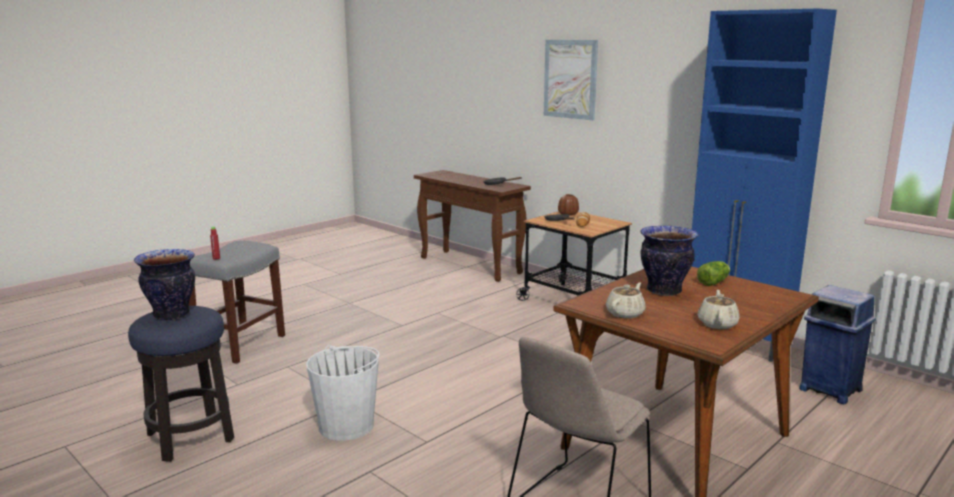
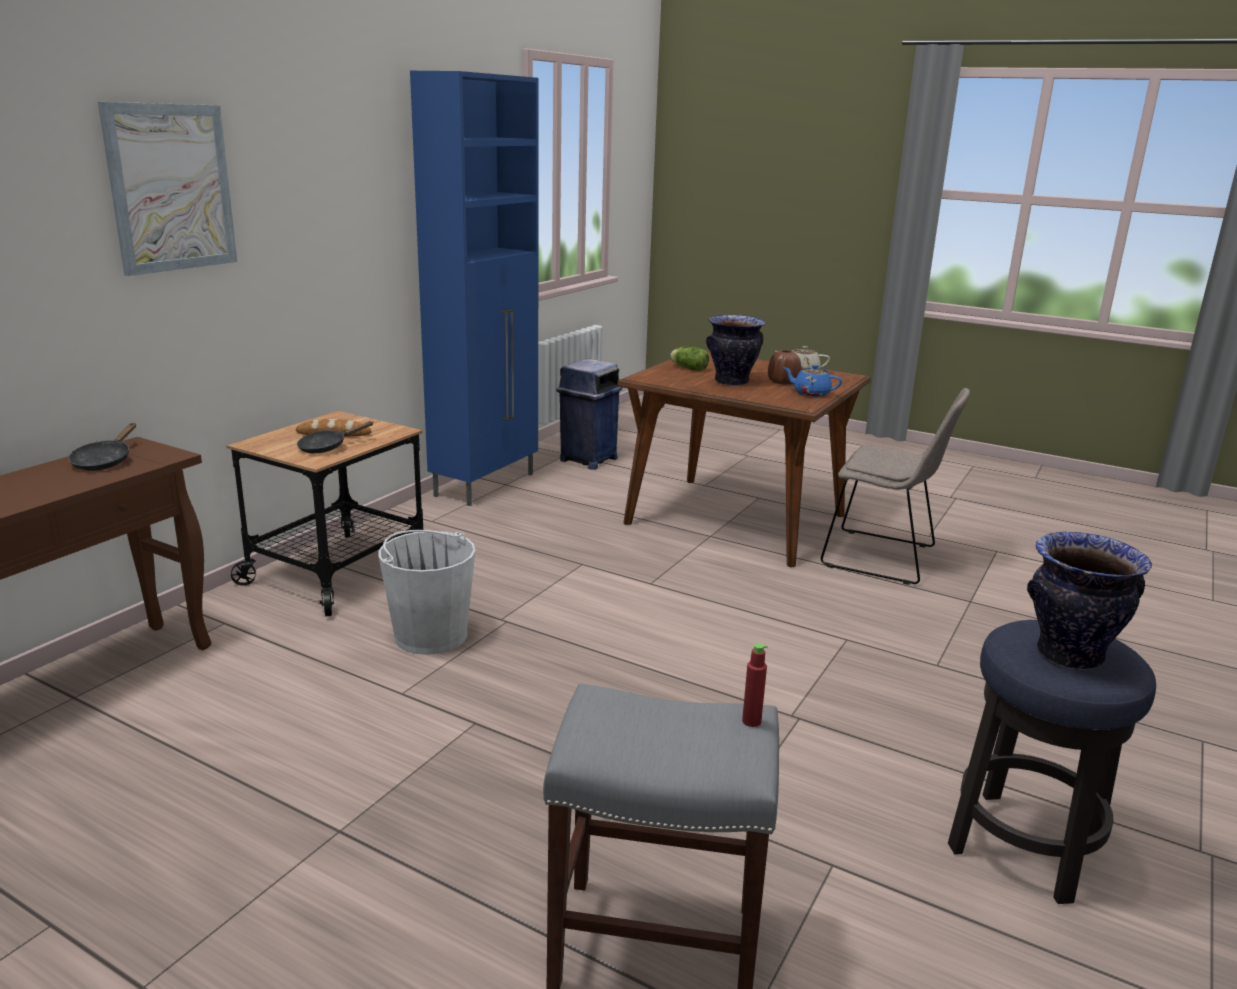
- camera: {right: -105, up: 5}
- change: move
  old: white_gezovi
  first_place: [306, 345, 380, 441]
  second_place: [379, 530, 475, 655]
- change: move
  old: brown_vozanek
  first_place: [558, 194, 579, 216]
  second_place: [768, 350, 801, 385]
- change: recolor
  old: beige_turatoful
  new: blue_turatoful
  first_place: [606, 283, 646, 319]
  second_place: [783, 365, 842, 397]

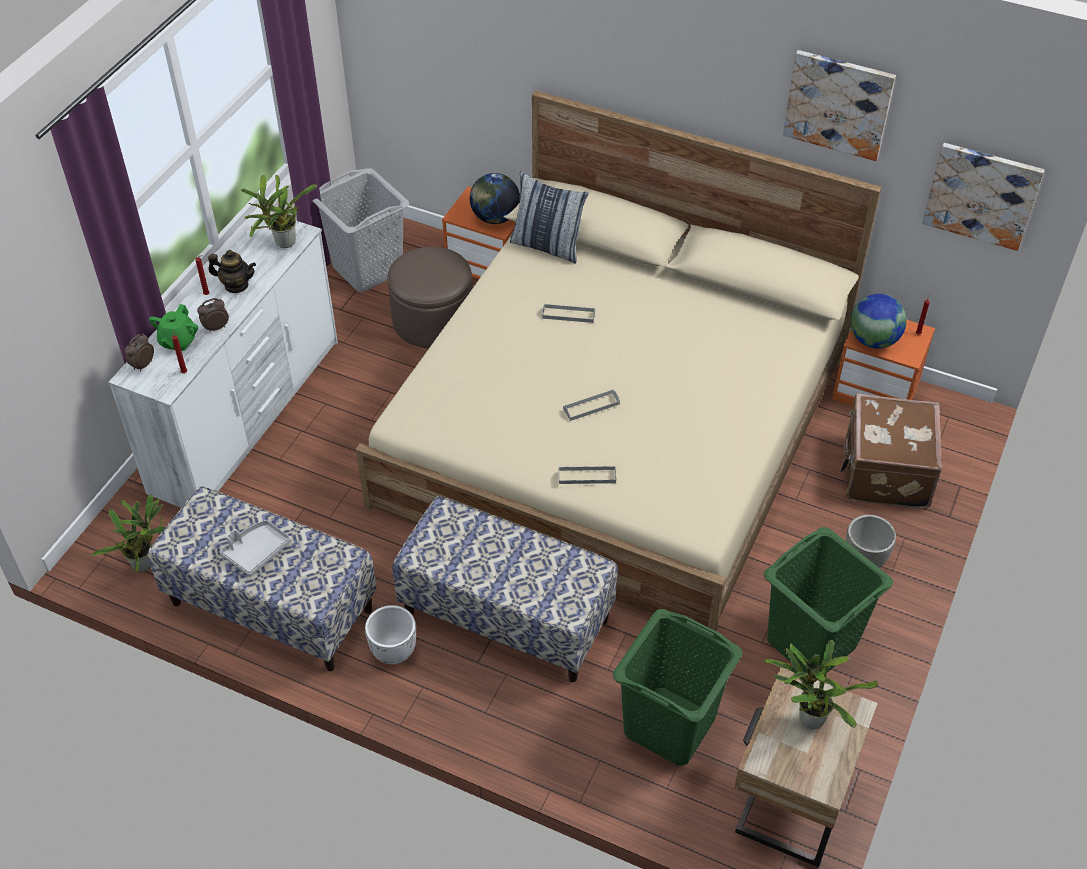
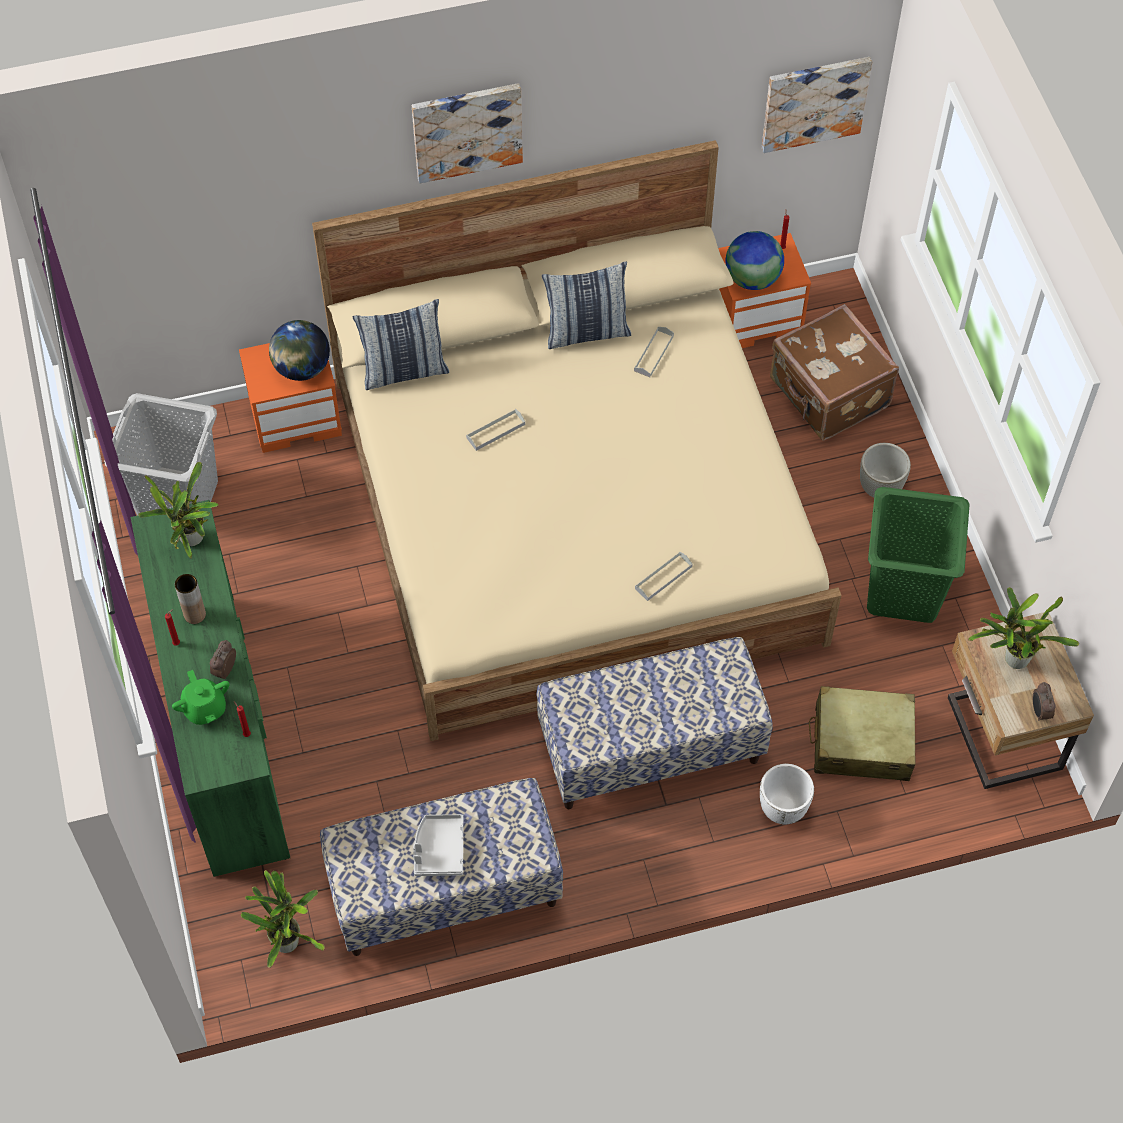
- camera: {right: -40, up: 10}
- change: recolor
  old: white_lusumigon
  new: green_lusumigon
  first_place: [108, 212, 338, 508]
  second_place: [131, 500, 290, 877]
- change: move
  old: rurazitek
  first_place: [125, 333, 154, 371]
  second_place: [1033, 682, 1056, 721]
- change: replace
  old: turatoful
  new: brown_vozanek
  first_place: [208, 250, 256, 293]
  second_place: [175, 574, 206, 624]
- change: move
  old: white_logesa
  first_place: [365, 605, 416, 664]
  second_place: [760, 764, 814, 824]
- change: delete
  old: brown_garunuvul
  first_place: [388, 247, 473, 348]
- change: move
  old: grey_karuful
  first_place: [563, 389, 620, 421]
  second_place: [634, 327, 674, 377]
- change: replace
  old: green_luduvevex
  new: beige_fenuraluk
  first_place: [613, 609, 742, 766]
  second_place: [809, 686, 916, 781]
- change: move
  old: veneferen
  first_place: [783, 50, 896, 161]
  second_place: [412, 83, 523, 183]
- change: insert
  new: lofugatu
  second_place: [542, 261, 631, 349]

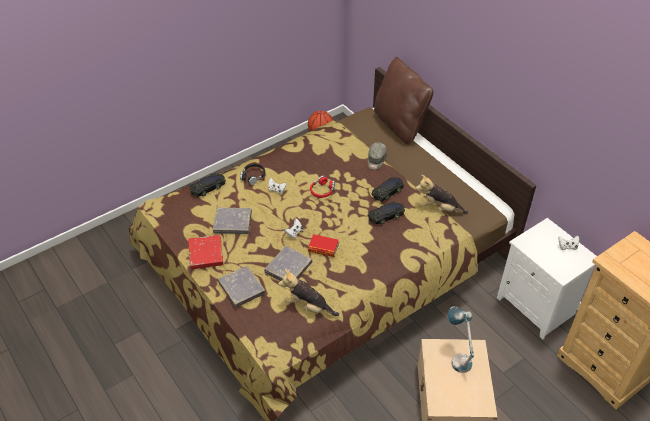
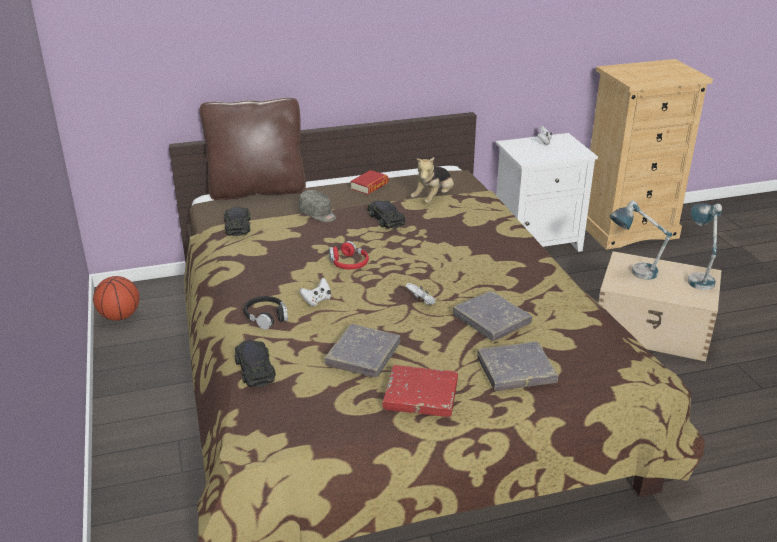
- camera: {right: -70, up: -15}
- change: delete
  old: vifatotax
  first_place: [278, 269, 339, 316]
- change: move
  old: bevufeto
  first_place: [308, 234, 339, 257]
  second_place: [350, 170, 389, 195]
- change: move
  old: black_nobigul
  first_place: [368, 202, 405, 224]
  second_place: [224, 207, 251, 236]
- change: insert
  new: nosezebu
  second_place: [688, 203, 722, 290]

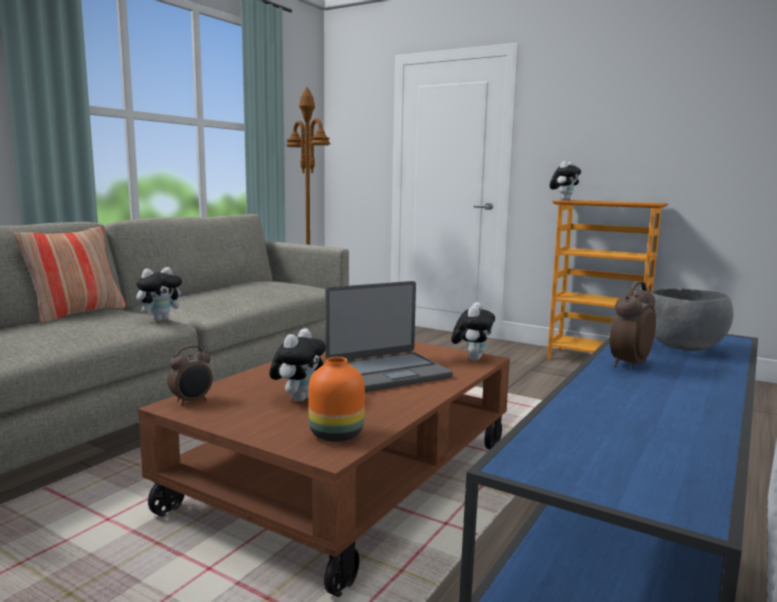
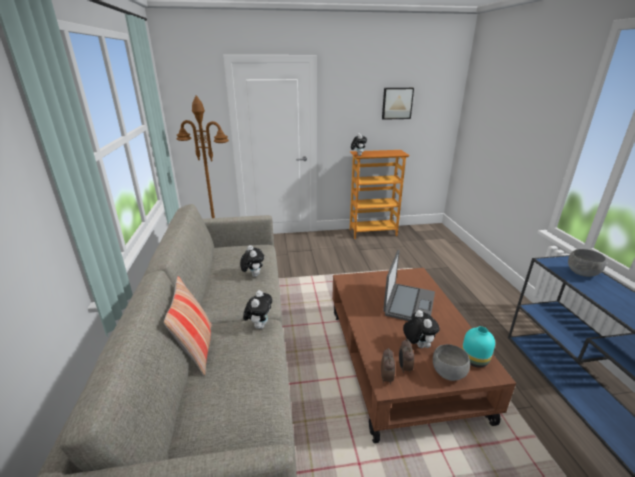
- camera: {right: -40, up: 15}
- change: recolor
  old: orange_vozanek
  new: turquoise_vozanek
  first_place: [308, 357, 365, 442]
  second_place: [462, 326, 495, 367]
- change: move
  old: vifatotax
  first_place: [451, 302, 495, 361]
  second_place: [240, 245, 264, 277]
- change: move
  old: rurazitek
  first_place: [609, 281, 656, 368]
  second_place: [399, 339, 414, 374]
- change: insert
  new: veneferen
  second_place: [382, 88, 414, 120]
- change: insert
  new: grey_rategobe
  second_place: [433, 344, 470, 381]

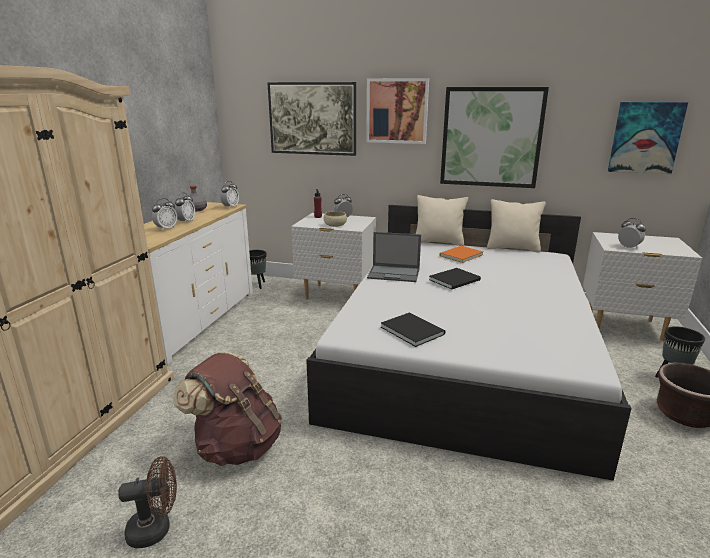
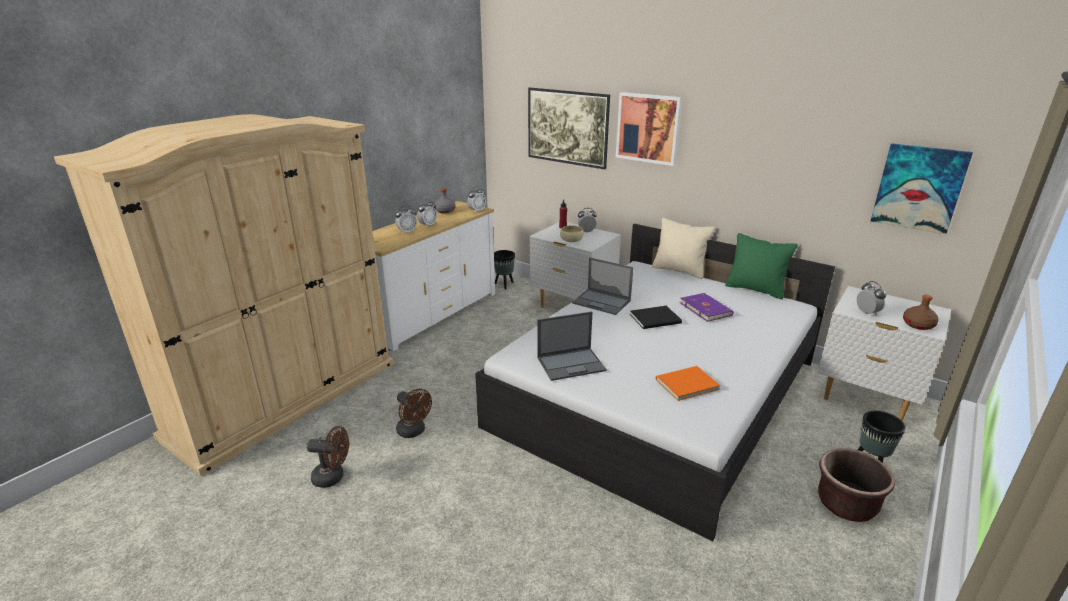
- camera: {right: 20, up: 5}
- change: replace
  old: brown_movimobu
  new: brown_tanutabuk
  first_place: [173, 352, 282, 466]
  second_place: [396, 389, 432, 438]
- change: replace
  old: black_bevufeto
  new: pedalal
  first_place: [381, 313, 445, 347]
  second_place: [537, 312, 607, 381]
- change: move
  old: orange_bevufeto
  first_place: [439, 246, 483, 263]
  second_place: [656, 366, 721, 401]
- change: delete
  old: veneferen
  first_place: [440, 87, 549, 188]
- change: recolor
  old: beige_lofugatu
  new: green_lofugatu
  first_place: [487, 199, 546, 253]
  second_place: [725, 233, 798, 299]
- change: insert
  new: purple_bevufeto
  second_place: [680, 293, 733, 322]
- change: insert
  new: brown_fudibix
  second_place: [903, 295, 939, 330]

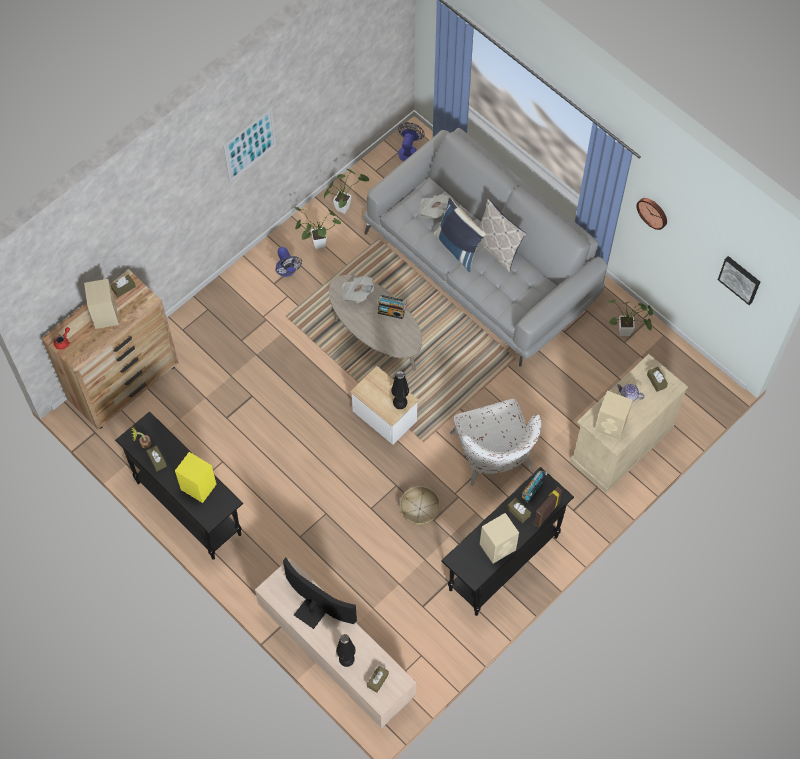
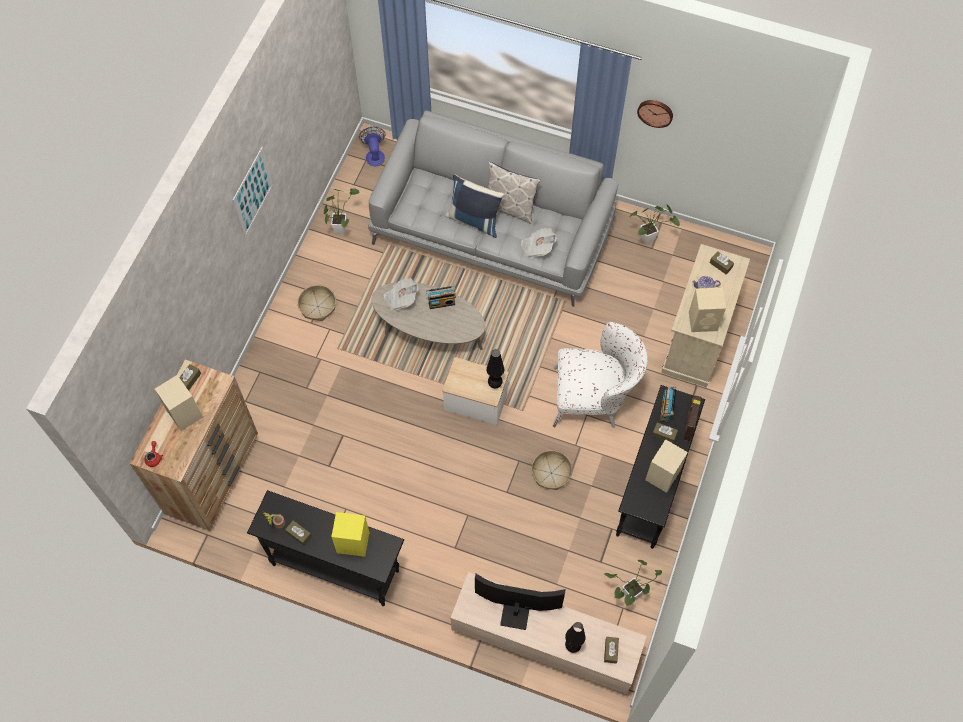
- camera: {right: -25, up: 0}
- change: replace
  old: tanutabuk
  new: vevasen
  first_place: [276, 247, 302, 277]
  second_place: [298, 285, 336, 321]
- change: move
  old: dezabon
  first_place: [295, 207, 341, 249]
  second_place: [604, 560, 662, 606]
- change: move
  old: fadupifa
  first_place: [418, 194, 451, 219]
  second_place: [521, 228, 557, 257]
- change: rotate
  old: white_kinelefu
  first_place: [450, 399, 541, 486]
  second_place: [553, 322, 648, 428]
  degrees: -45
- change: delete
  old: veneferen
  first_place: [718, 256, 760, 305]

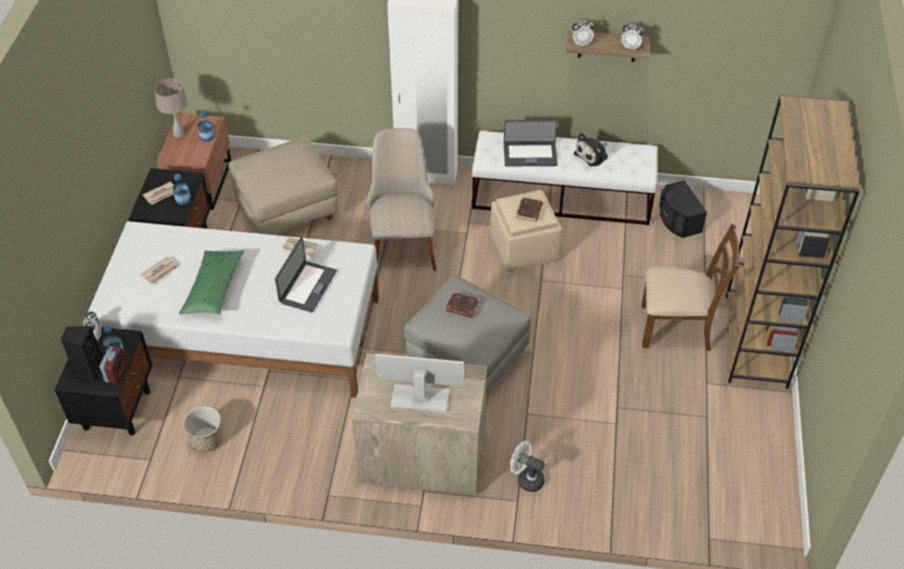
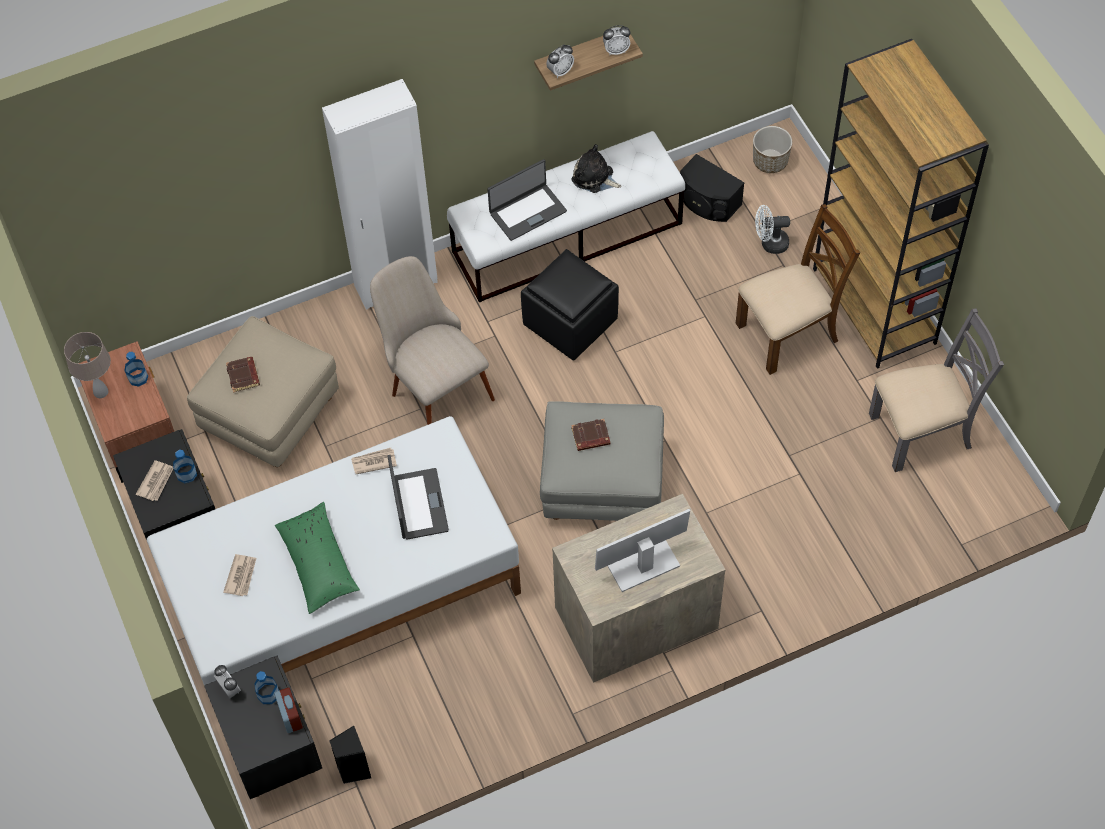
- camera: {right: -30, up: 10}
- change: move
  old: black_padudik
  first_place: [61, 326, 103, 383]
  second_place: [329, 726, 371, 784]
- change: move
  old: logesa
  first_place: [183, 406, 223, 452]
  second_place: [753, 126, 792, 173]
- change: recolor
  old: beige_garunuvul
  new: black_garunuvul
  first_place: [491, 190, 562, 272]
  second_place: [521, 249, 619, 361]
- change: move
  old: white_tanutabuk
  first_place: [510, 441, 545, 492]
  second_place: [755, 205, 790, 254]
- change: move
  old: brown_bevufeto
  first_place: [516, 197, 543, 222]
  second_place: [226, 357, 260, 393]
- change: rotate
  old: vifatotax
  first_place: [574, 133, 608, 167]
  second_place: [571, 144, 621, 193]
  degrees: 105
- change: insert
  new: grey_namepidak
  second_place: [869, 309, 1004, 472]

